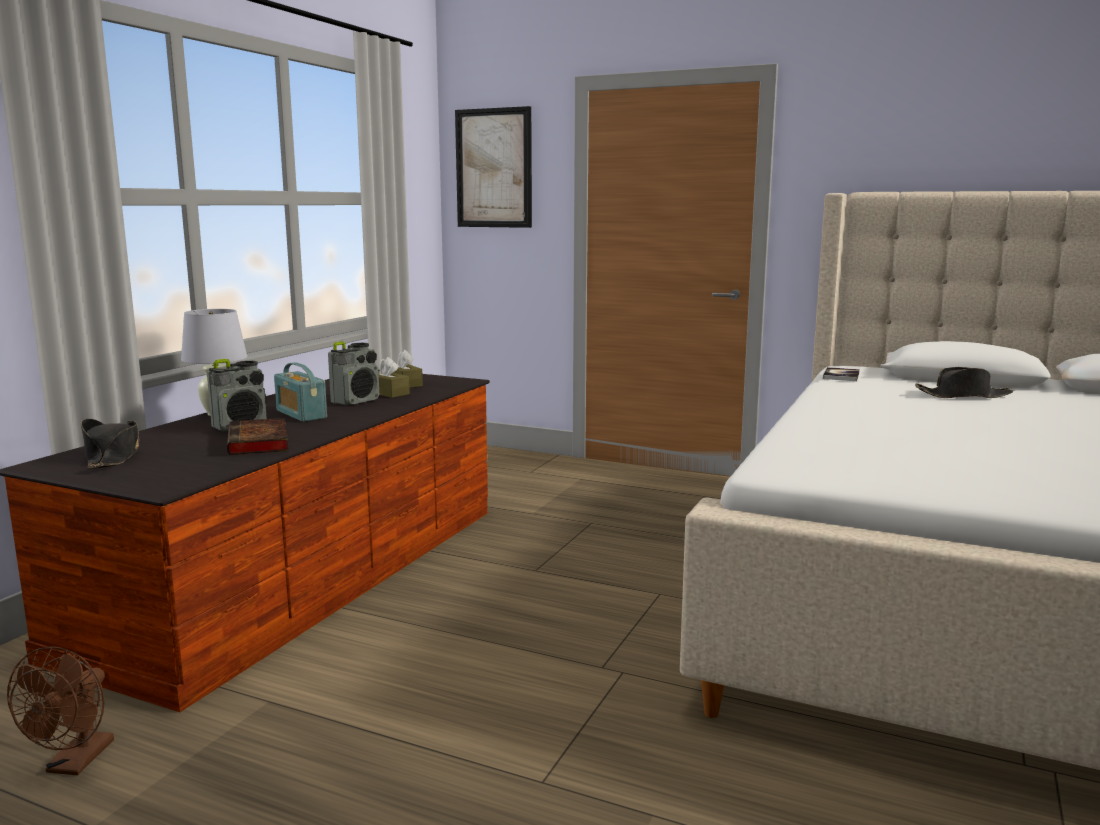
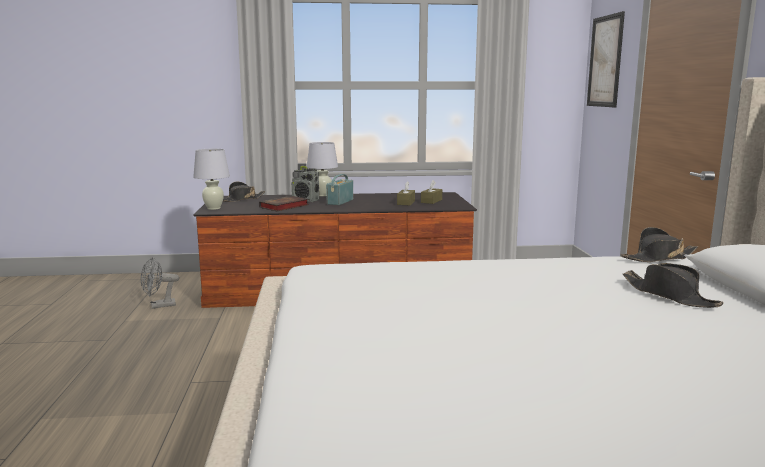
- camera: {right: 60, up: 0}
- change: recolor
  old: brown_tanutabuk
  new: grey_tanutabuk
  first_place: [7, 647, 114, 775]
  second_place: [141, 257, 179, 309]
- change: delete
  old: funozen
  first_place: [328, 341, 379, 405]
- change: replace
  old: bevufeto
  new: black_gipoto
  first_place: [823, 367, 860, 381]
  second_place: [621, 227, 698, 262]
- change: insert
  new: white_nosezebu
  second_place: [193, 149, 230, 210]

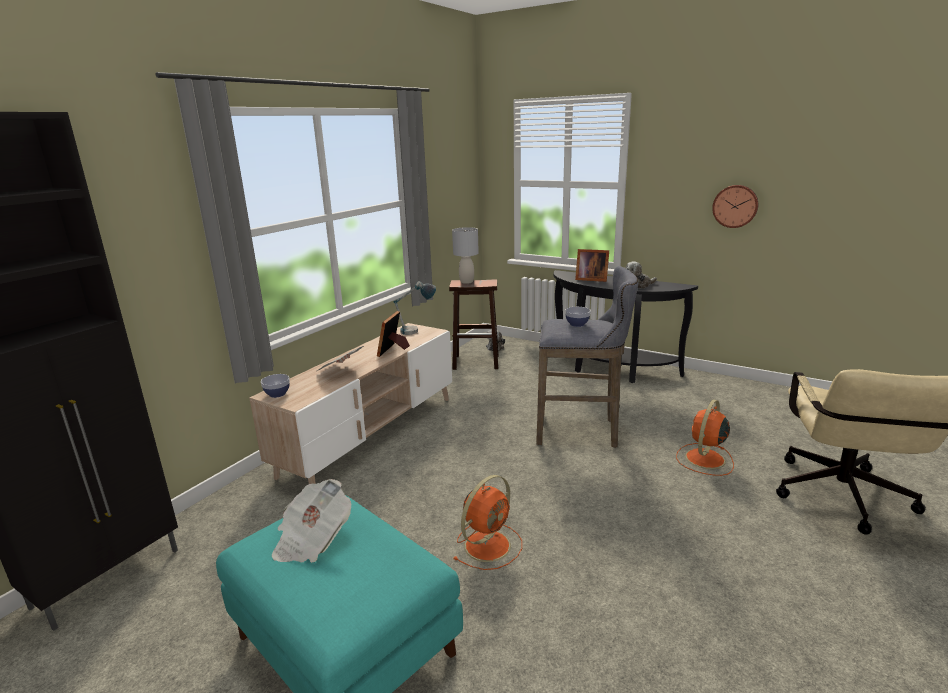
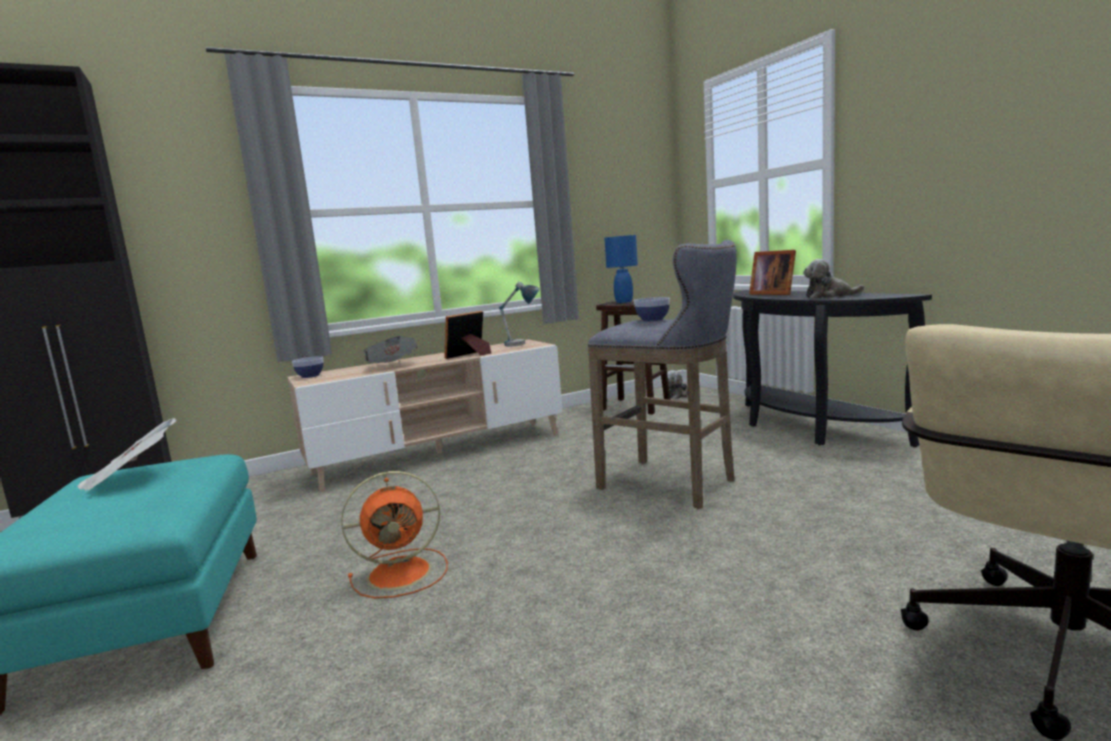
- camera: {right: 30, up: -10}
- change: recolor
  old: grey_nosezebu
  new: blue_nosezebu
  first_place: [452, 227, 479, 284]
  second_place: [605, 235, 638, 303]
- change: delete
  old: orange_tanutabuk
  first_place: [676, 399, 734, 476]
- change: delete
  old: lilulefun
  first_place: [712, 185, 758, 228]

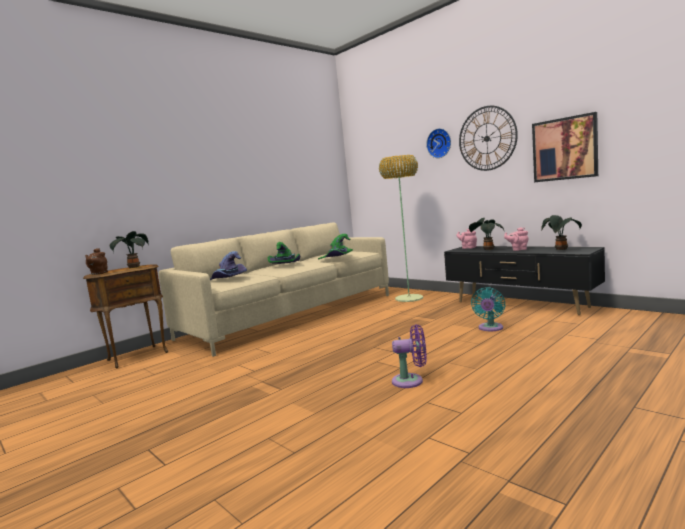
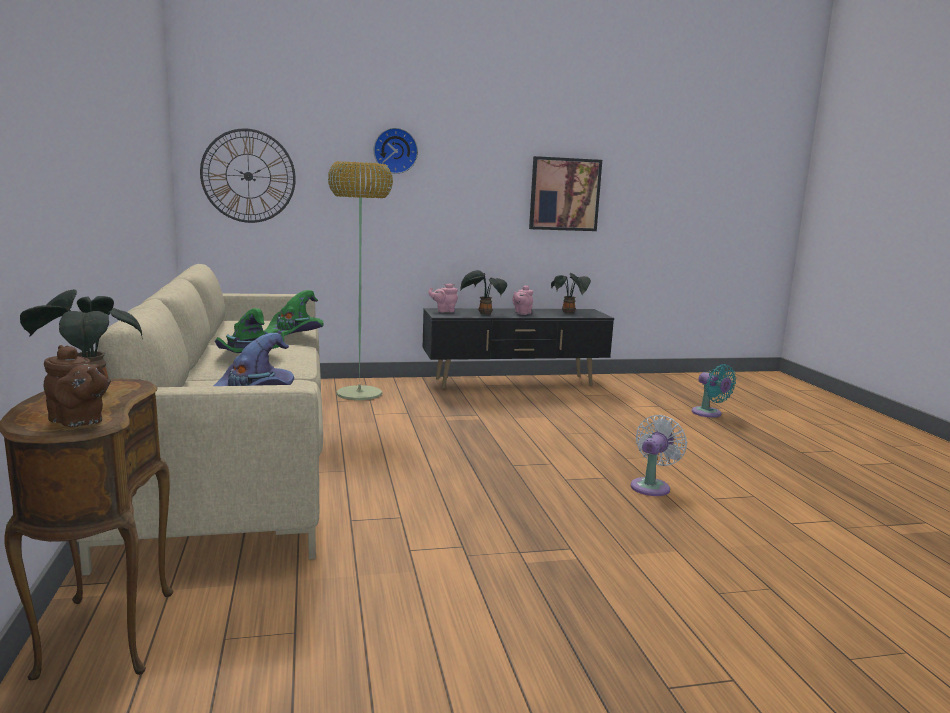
- camera: {right: -60, up: 5}
- change: recolor
  old: purple_tanutabuk
  new: white_tanutabuk
  first_place: [392, 324, 427, 388]
  second_place: [631, 415, 687, 496]
- change: move
  old: lilulefun
  first_place: [459, 106, 518, 171]
  second_place: [200, 129, 296, 223]
- change: move
  old: turquoise_tanutabuk
  first_place: [471, 287, 506, 331]
  second_place: [692, 364, 736, 418]

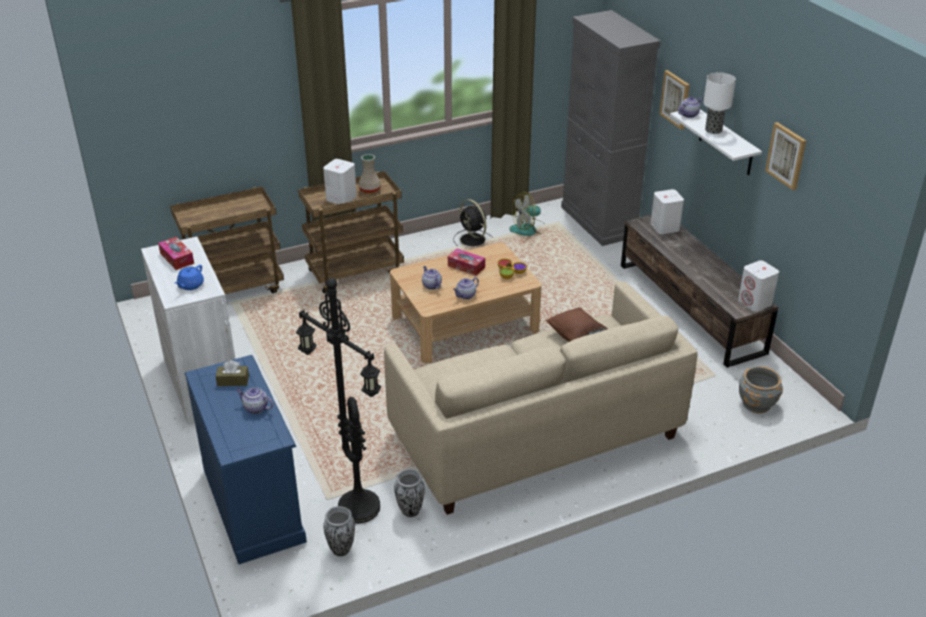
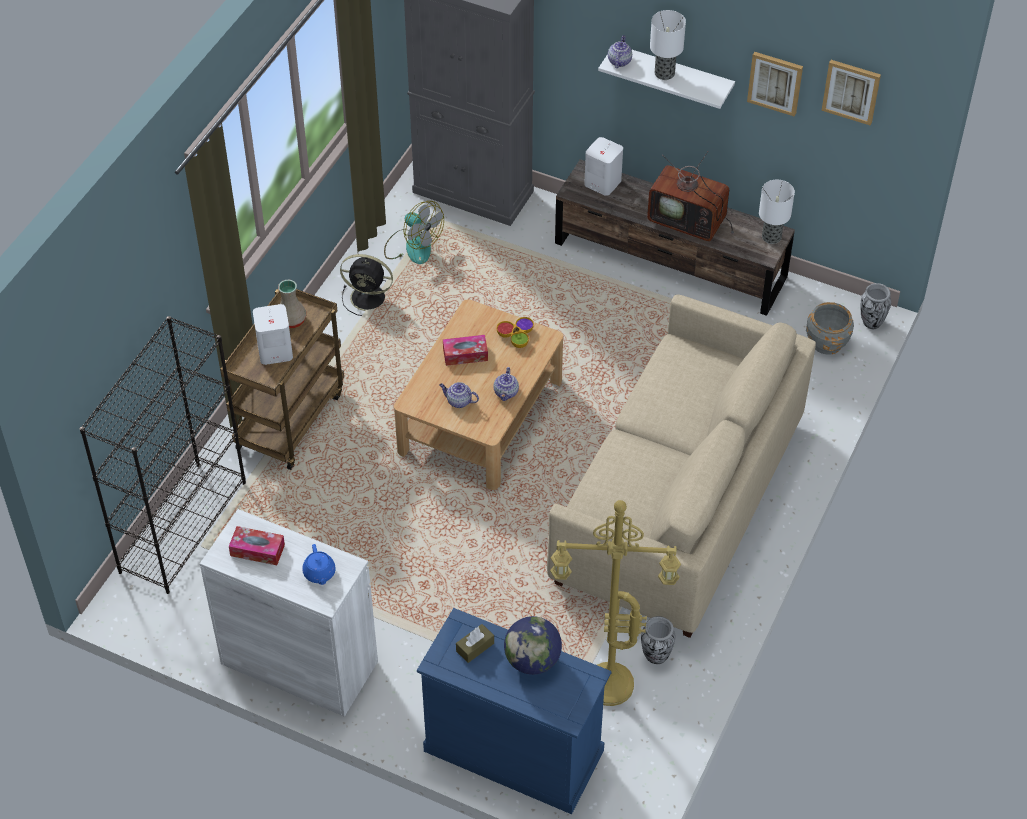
- camera: {right: -40, up: 15}
- change: replace
  old: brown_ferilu
  new: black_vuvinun
  first_place: [170, 186, 284, 294]
  second_place: [80, 316, 246, 594]
- change: replace
  old: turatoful
  new: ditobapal
  first_place: [236, 387, 273, 414]
  second_place: [504, 616, 562, 675]
- change: recolor
  old: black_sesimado
  new: yellow_sesimado
  first_place: [296, 278, 381, 523]
  second_place: [550, 500, 681, 706]
- change: move
  old: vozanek
  first_place: [323, 506, 355, 556]
  second_place: [861, 283, 891, 329]
- change: rotate
  old: tanutabuk
  first_place: [509, 192, 546, 236]
  second_place: [384, 201, 444, 264]
  degrees: -75
- change: delete
  old: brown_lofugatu
  first_place: [546, 307, 608, 342]
- change: move
  old: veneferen
  first_place: [659, 70, 690, 130]
  second_place: [822, 60, 881, 125]
- change: replace
  old: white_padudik
  new: nosezebu
  first_place: [738, 260, 779, 312]
  second_place: [759, 180, 795, 244]
- change: insert
  new: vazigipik
  second_place: [647, 151, 734, 241]

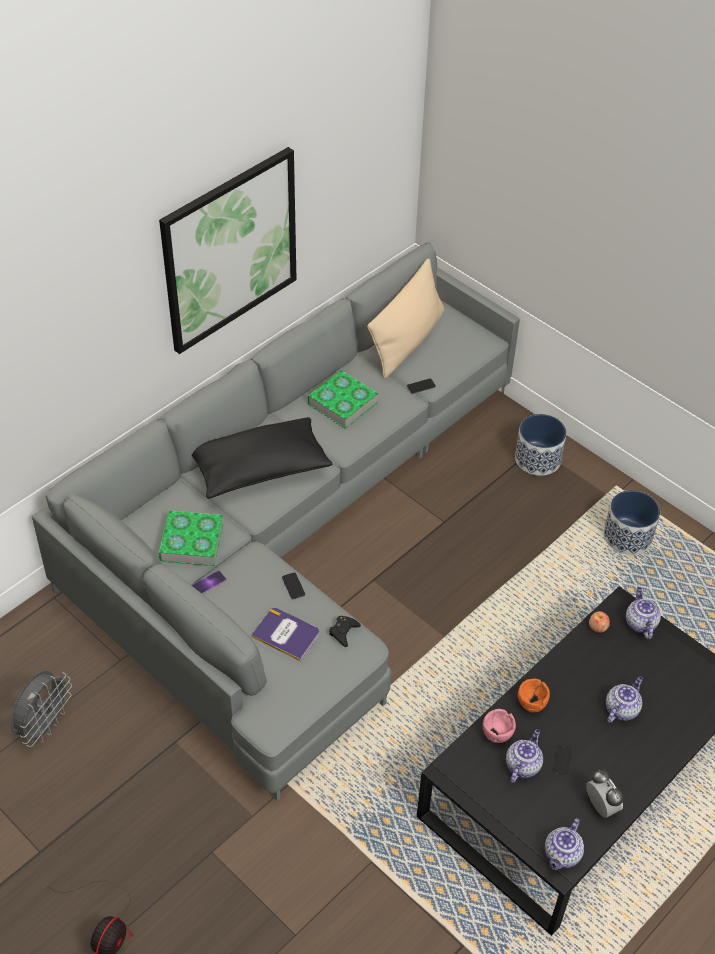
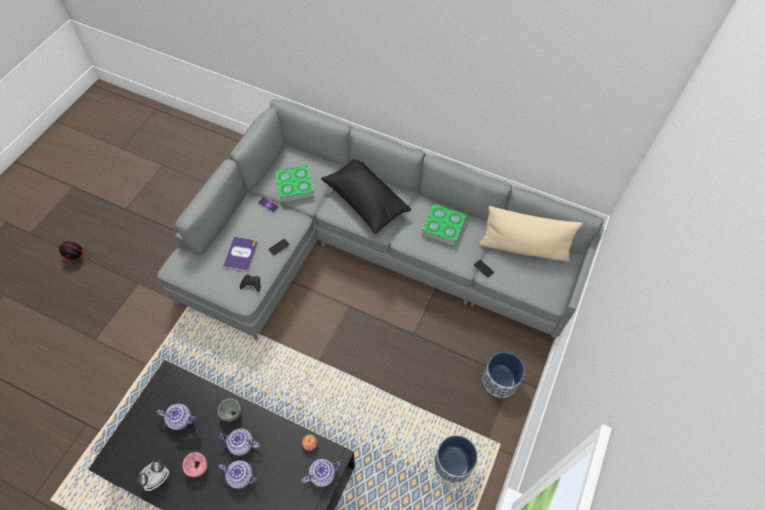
- camera: {right: 70, up: 10}
- change: delete
  old: grey_tanutabuk
  first_place: [11, 671, 72, 747]
- change: delete
  old: veneferen
  first_place: [159, 147, 297, 354]
- change: move
  old: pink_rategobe
  first_place: [482, 709, 516, 743]
  second_place: [182, 452, 208, 477]
- change: recolor
  old: orange_rategobe
  new: grey_rategobe
  first_place: [518, 679, 550, 712]
  second_place: [218, 399, 241, 422]
- change: move
  old: turatoful
  first_place: [545, 818, 584, 870]
  second_place: [218, 428, 260, 456]

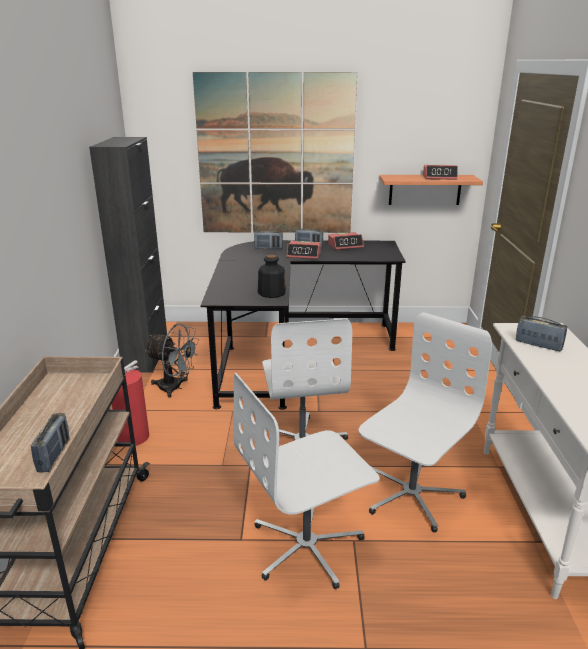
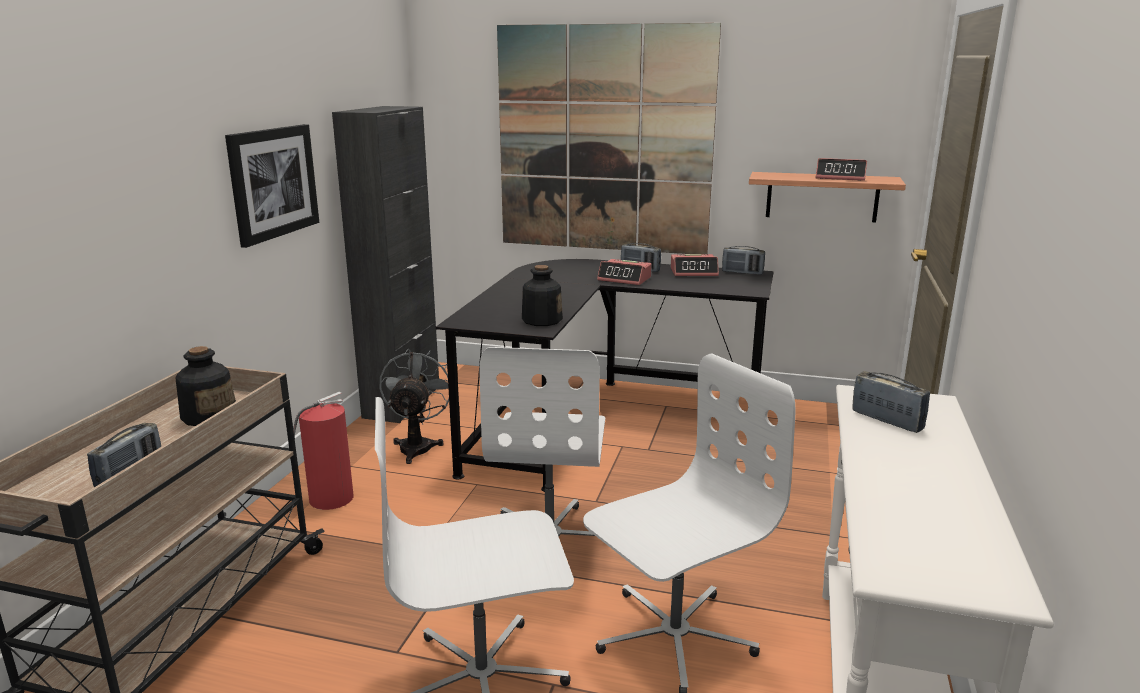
- camera: {right: 15, up: -5}
- change: rotate
  old: grey_tanutabuk
  first_place: [145, 323, 199, 398]
  second_place: [380, 349, 449, 464]
  degrees: -120
- change: move
  old: funozen
  first_place: [254, 230, 283, 249]
  second_place: [722, 246, 765, 275]
- change: insert
  new: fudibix
  second_place: [176, 346, 236, 426]
- change: insert
  new: veneferen
  second_place: [225, 124, 319, 248]

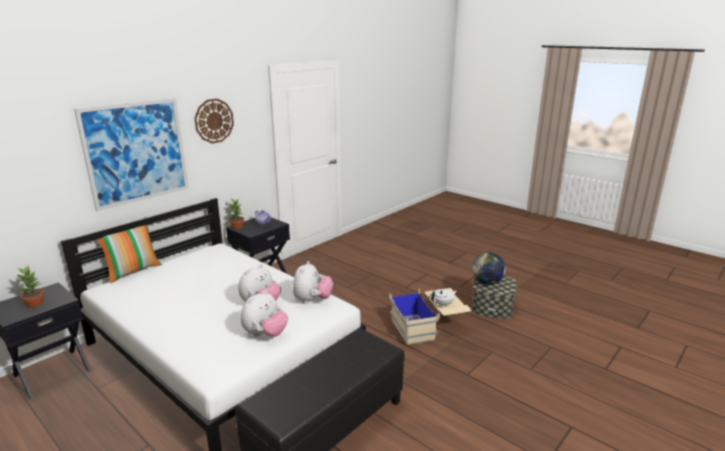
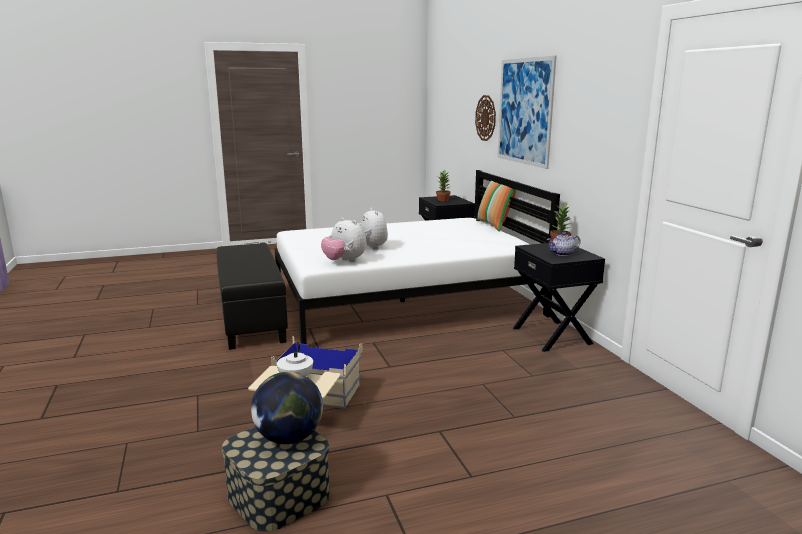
- camera: {right: 120, up: -5}
- change: move
  old: lilulefun
  first_place: [194, 99, 234, 144]
  second_place: [475, 95, 496, 141]
- change: delete
  old: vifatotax
  first_place: [240, 290, 288, 337]

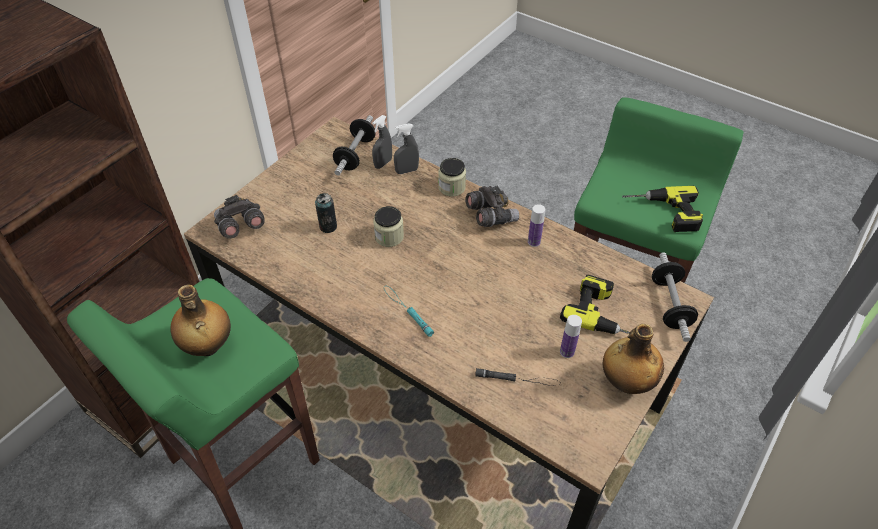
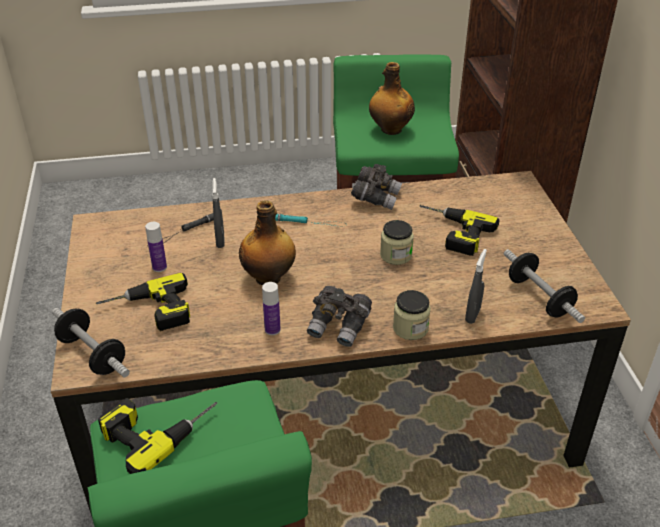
- camera: {right: 135, up: -10}
- change: move
  old: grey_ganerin
  first_place: [214, 195, 265, 239]
  second_place: [351, 164, 402, 210]
- change: replace
  old: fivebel
  new: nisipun
  first_place: [315, 193, 337, 233]
  second_place: [420, 205, 500, 256]
- change: move
  old: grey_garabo
  first_place: [372, 115, 392, 169]
  second_place: [212, 178, 225, 248]
- change: move
  old: fudibix
  first_place: [603, 324, 664, 394]
  second_place: [239, 200, 296, 285]

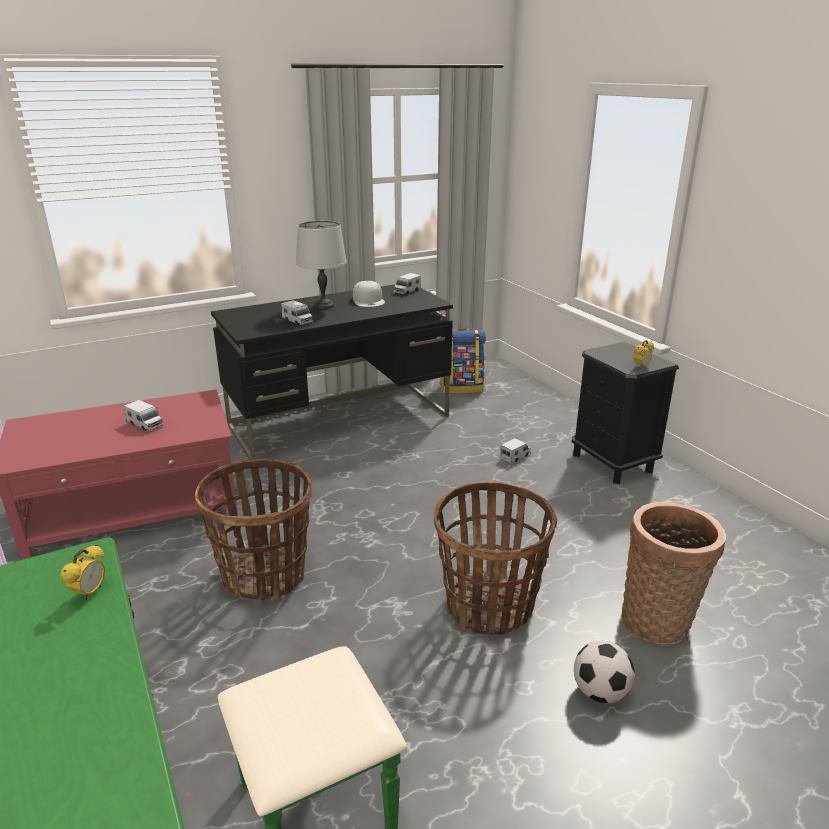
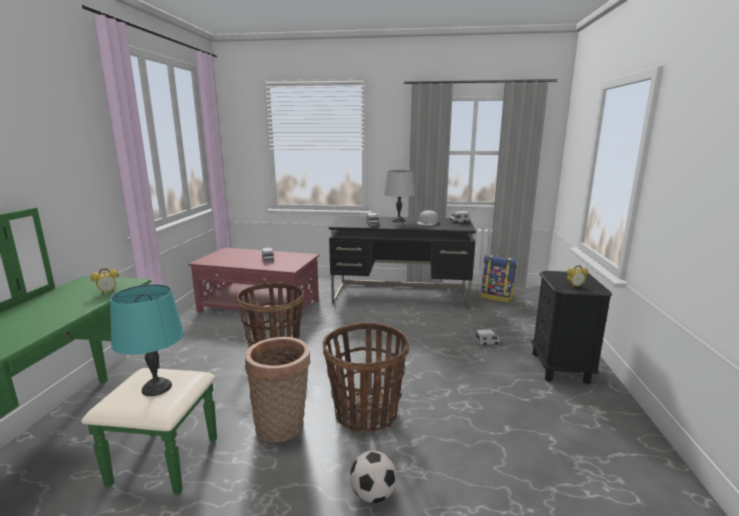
- camera: {right: 35, up: -10}
- change: move
  old: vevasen
  first_place: [621, 502, 726, 646]
  second_place: [245, 337, 310, 443]
- change: insert
  new: turquoise_nosezebu
  second_place: [110, 284, 184, 396]

